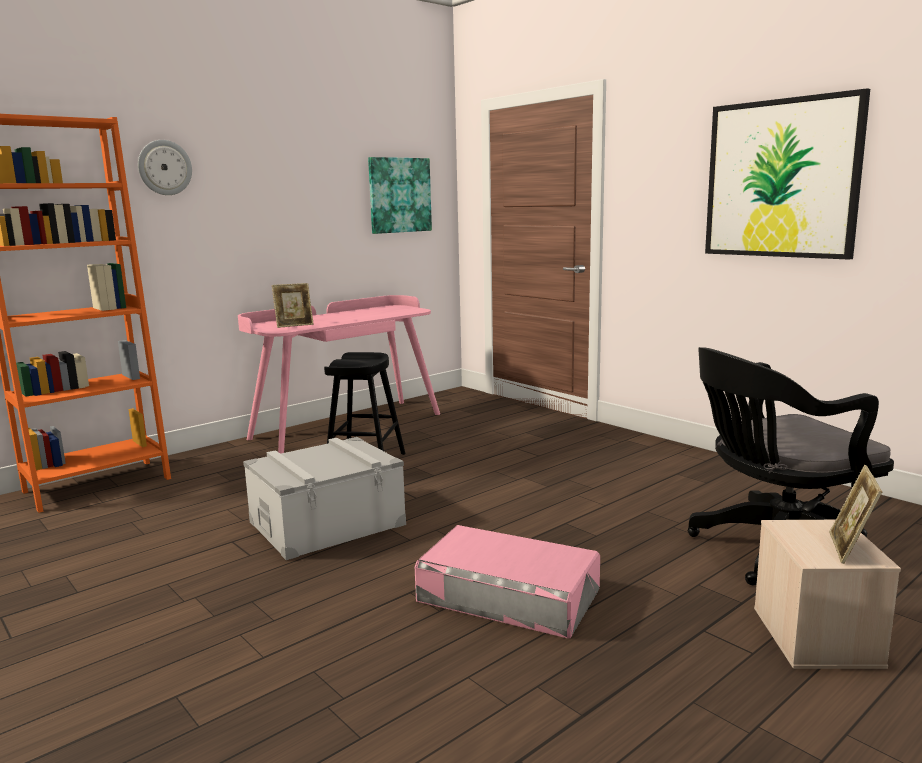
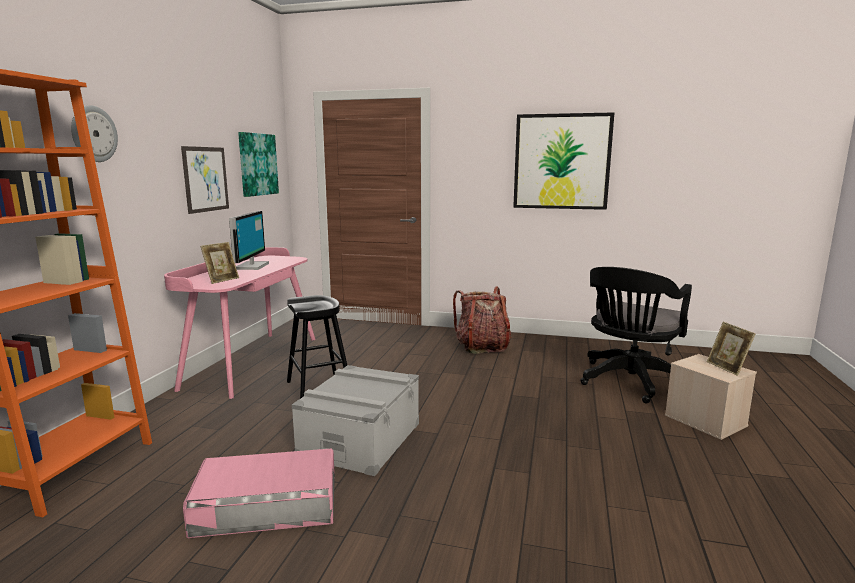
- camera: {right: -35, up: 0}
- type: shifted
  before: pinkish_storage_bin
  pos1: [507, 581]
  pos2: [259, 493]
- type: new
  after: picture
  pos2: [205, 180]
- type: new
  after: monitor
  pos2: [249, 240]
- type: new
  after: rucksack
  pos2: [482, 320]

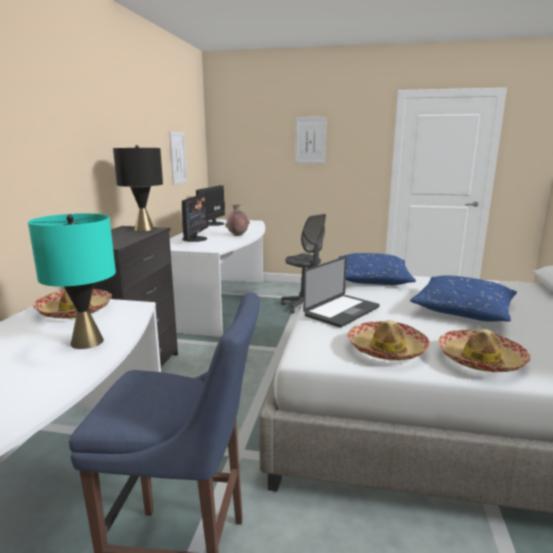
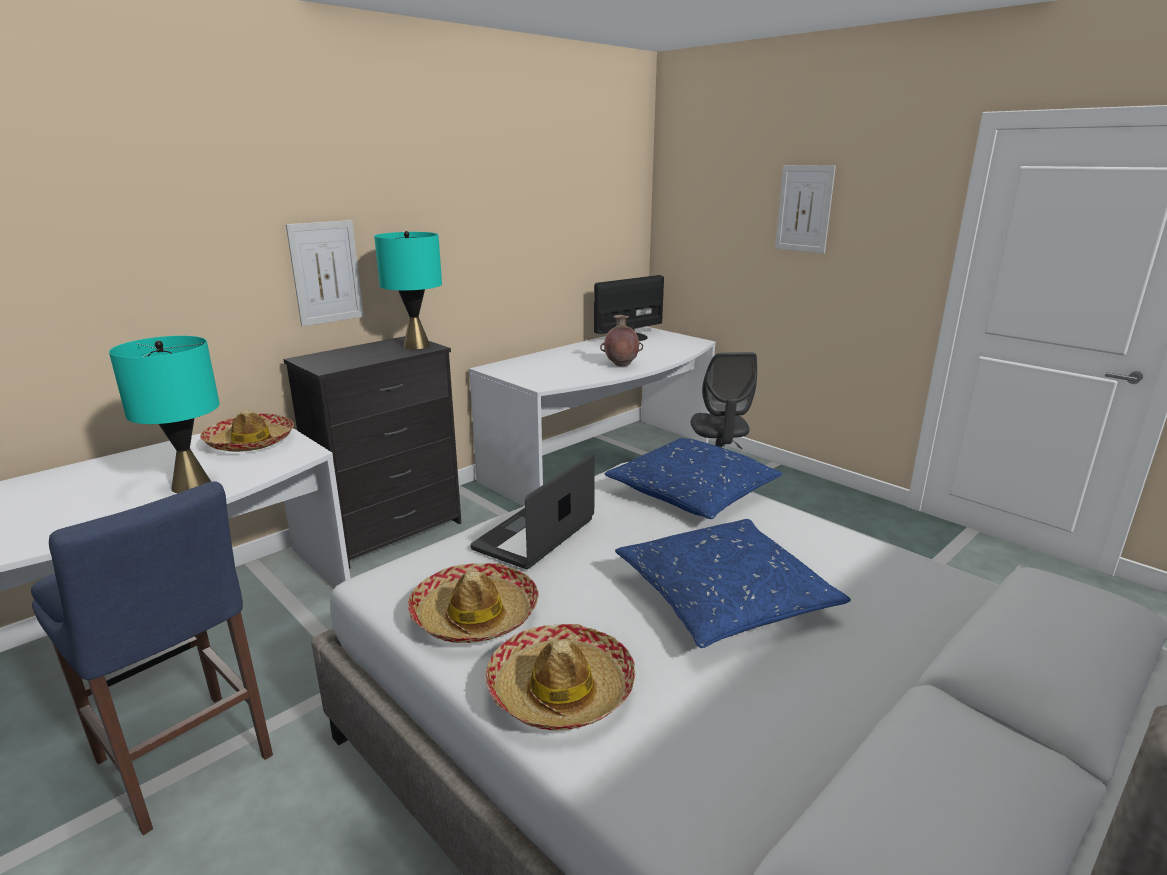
- camera: {right: 35, up: 5}
- type: repainted
  before: black-coloured_table_lamp
  after: turquoise_table_lamp
  pos1: [138, 188]
  pos2: [408, 290]
- type: shifted
  before: picture
  pos1: [178, 158]
  pos2: [325, 273]
- type: gone
  before: monitor
  pos1: [195, 217]
- type: rotated
  before: laptop
  pos1: [341, 292]
  pos2: [533, 511]
  turn: 135

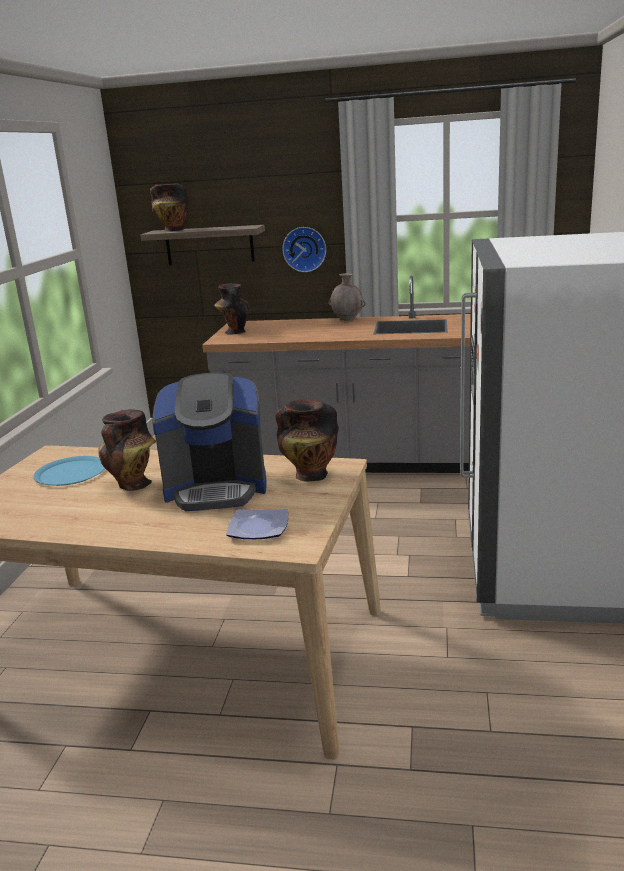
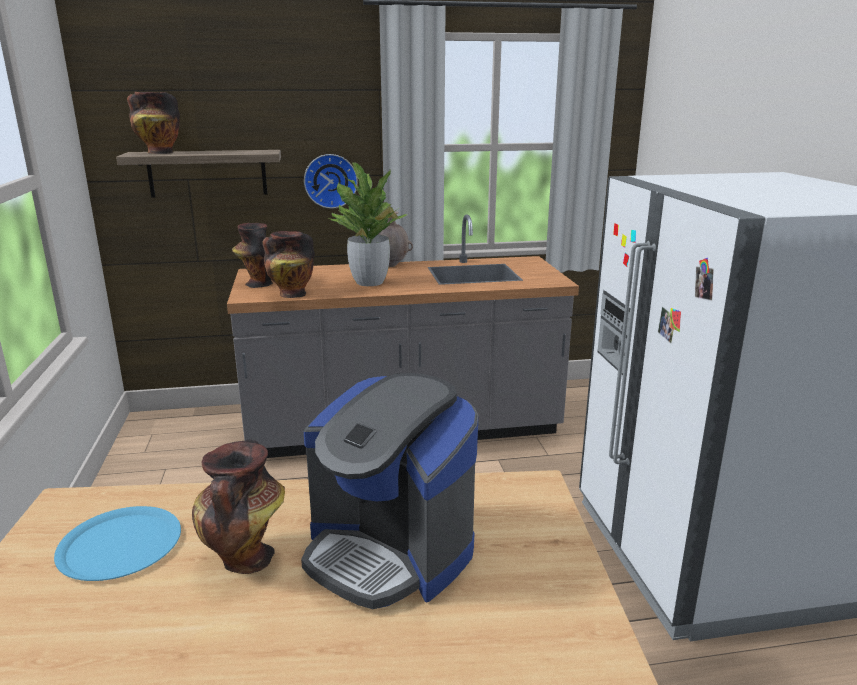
- camera: {right: -20, up: 0}
- type: rotated
  before: coffee_machine
  pos1: [209, 441]
  pos2: [389, 491]
  turn: 60
- type: gone
  before: dinner_plate
  pos1: [257, 524]
- type: shifted
  before: vase
  pos1: [307, 440]
  pos2: [288, 264]
- type: new
  after: potted_plant
  pos2: [366, 224]

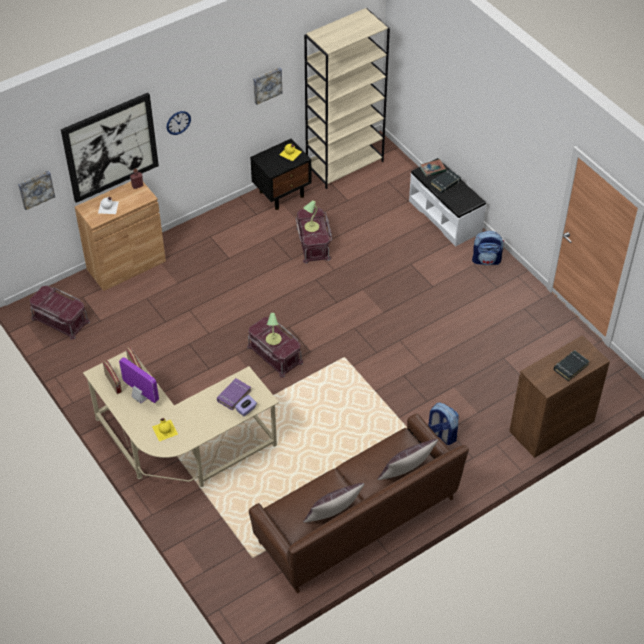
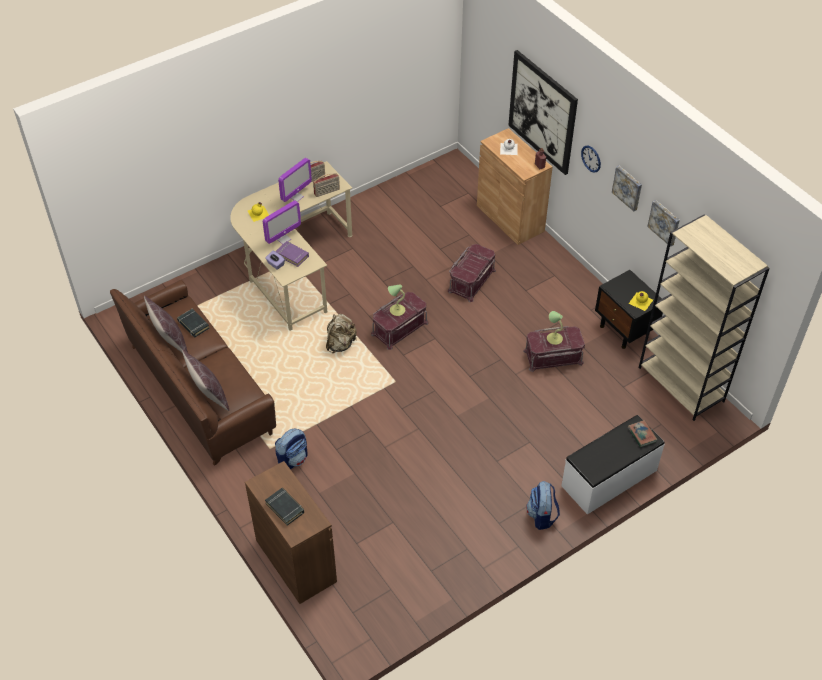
- camera: {right: 90, up: 0}
- type: shifted
  before: picture
  pos1: [36, 190]
  pos2: [627, 188]
- type: shifted
  before: red_storage_bin
  pos1: [59, 313]
  pos2: [472, 273]
- type: shifted
  before: black-coloured_volume
  pos1: [445, 181]
  pos2: [193, 323]
- type: new
  after: monitor
  pos2: [282, 222]
- type: new
  after: sand-coloured_rucksack
  pos2: [341, 333]

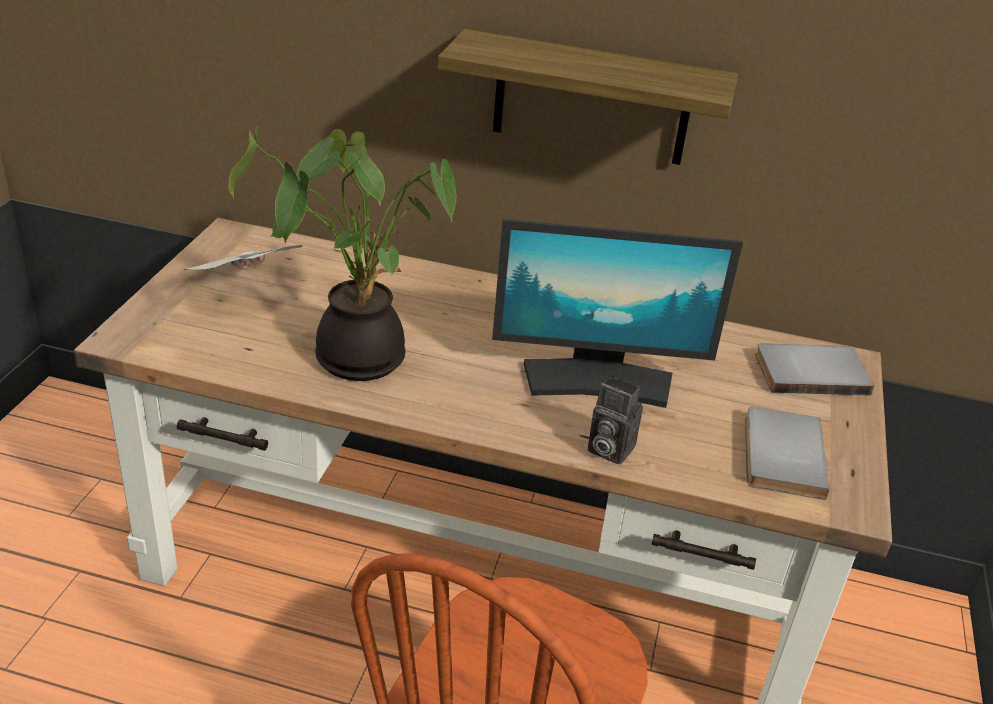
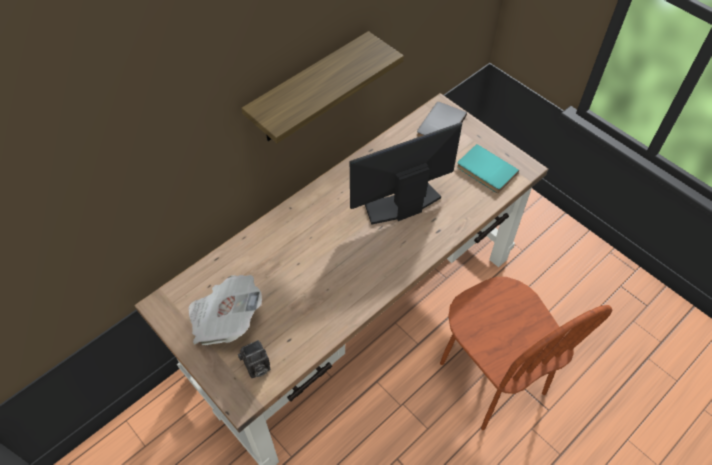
- camera: {right: -55, up: 20}
- type: gone
  before: potted_plant
  pos1: [342, 253]
- type: rotated
  before: monitor
  pos1: [617, 313]
  pos2: [406, 173]
  turn: -150
- type: shifted
  before: still_camera
  pos1: [615, 420]
  pos2: [254, 359]
- type: repainted
  before: grey_volume
  after: turquoise_volume
  pos1: [787, 453]
  pos2: [488, 168]

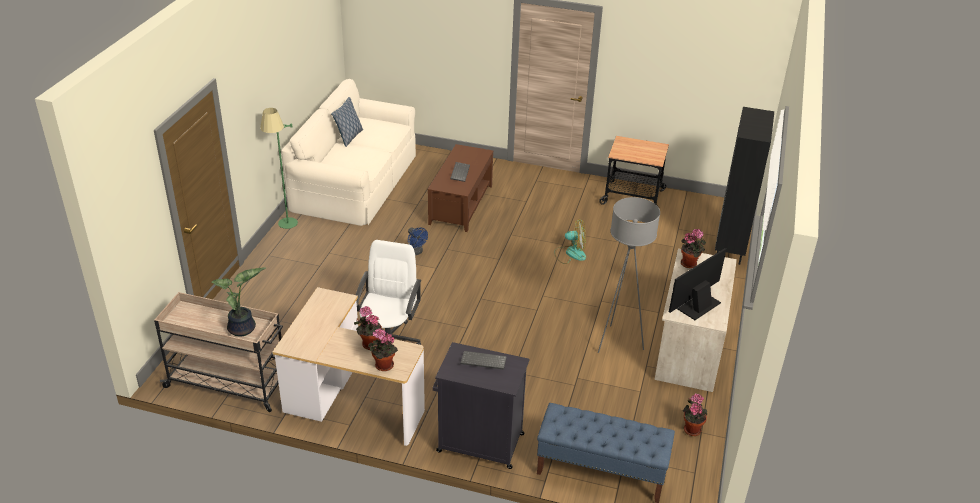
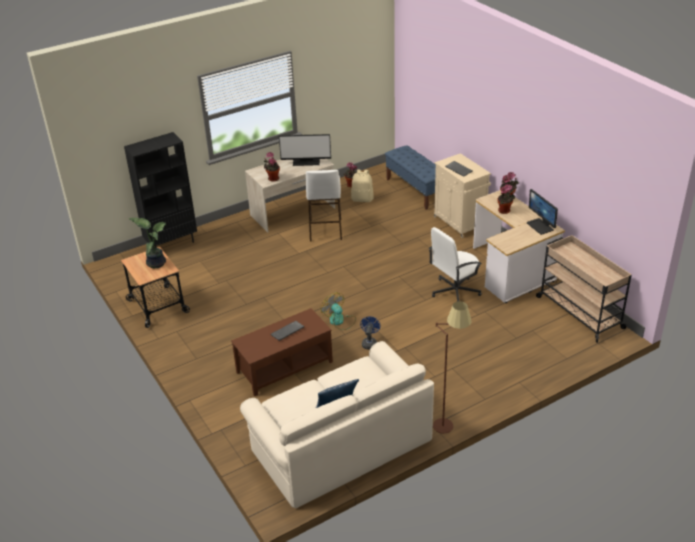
- camera: {right: -135, up: 0}
- type: shifted
  before: potted_plant
  pos1: [238, 302]
  pos2: [147, 243]
- type: repainted
  before: green-coloured_floor_lamp
  after: brown-coloured_floor_lamp
  pos1: [279, 168]
  pos2: [452, 367]
- type: repainted
  before: black-coloured_cupboard
  after: sand-coloured_cupboard
  pos1: [481, 405]
  pos2: [462, 195]
- type: shifted
  before: cooling_fan
  pos1: [570, 241]
  pos2: [338, 311]
- type: swapped
  before: grey_floor_lamp
  after: white_stool
  pos1: [629, 275]
  pos2: [324, 205]
- type: new
  after: sand-coloured_rucksack
  pos2: [362, 185]
- type: new
  after: monitor
  pos2: [542, 212]

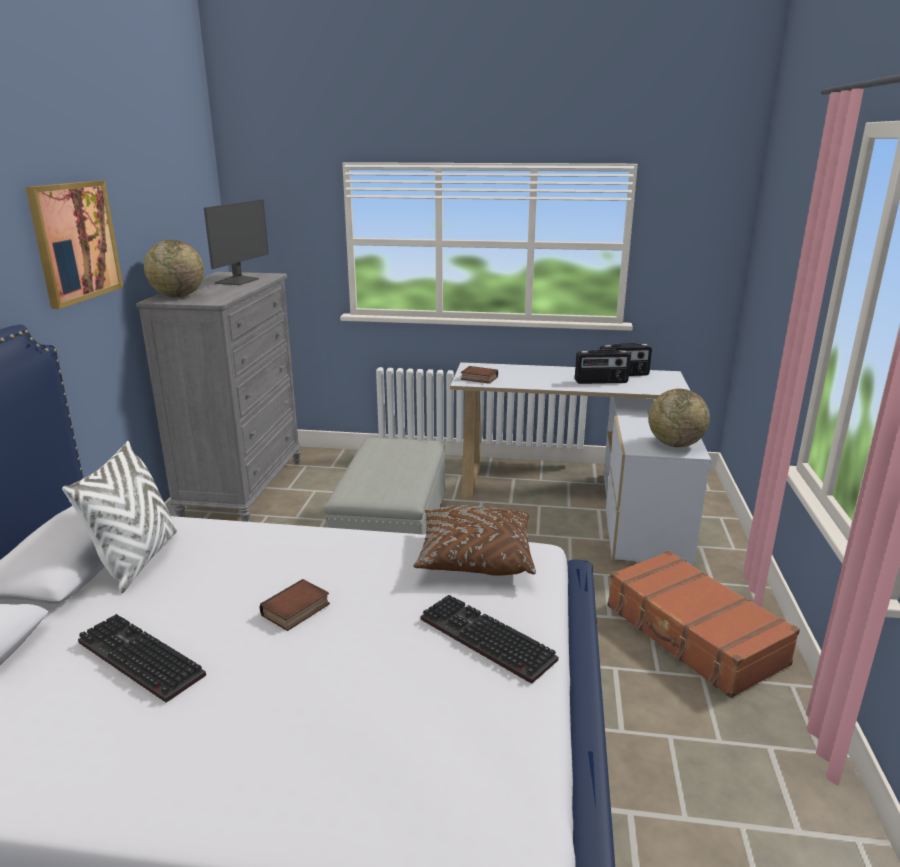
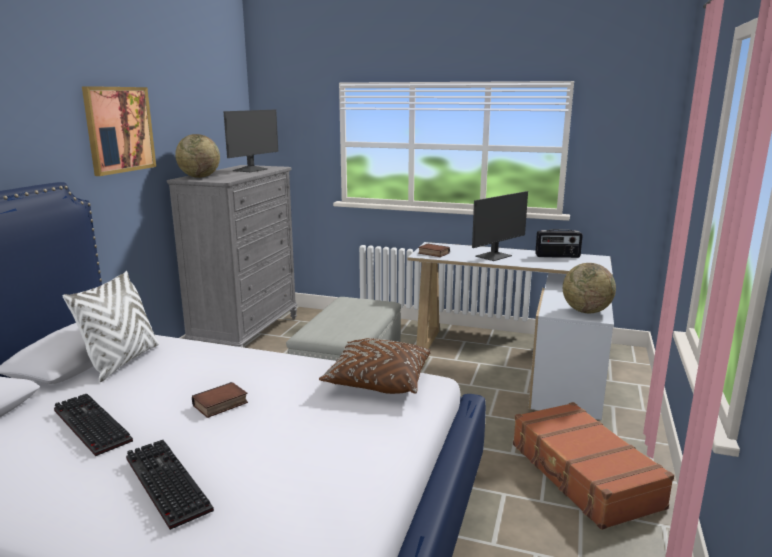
- camera: {right: 10, up: -5}
- type: shifted
  before: computer_keyboard
  pos1: [489, 639]
  pos2: [170, 485]
- type: gone
  before: radio_receiver
  pos1: [603, 366]
- type: new
  after: monitor
  pos2: [500, 226]

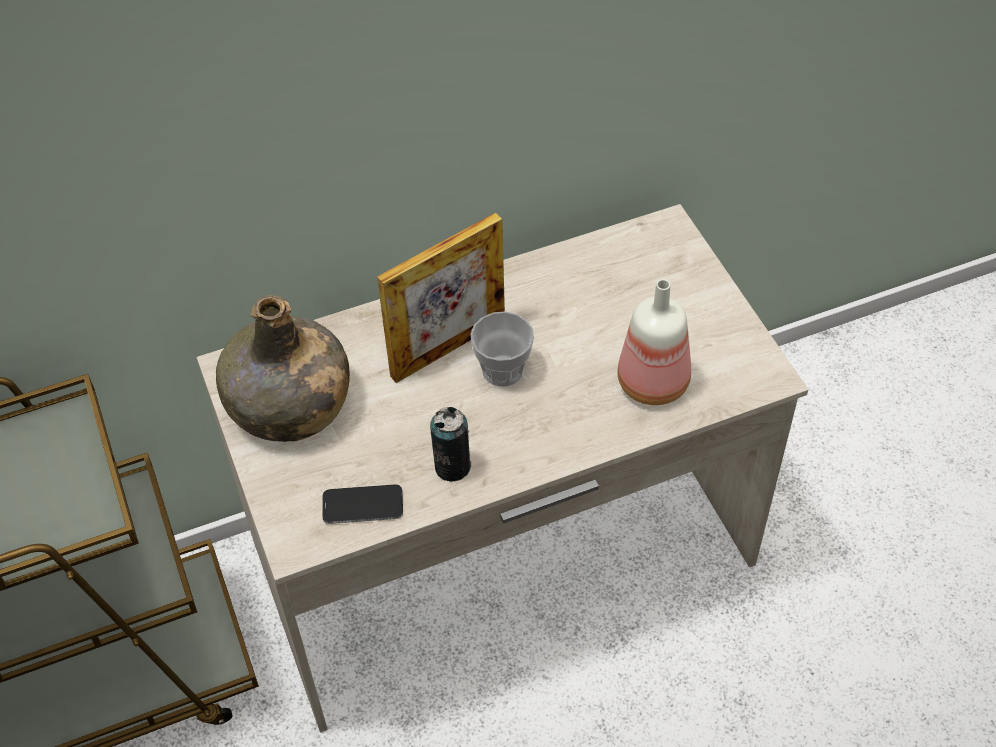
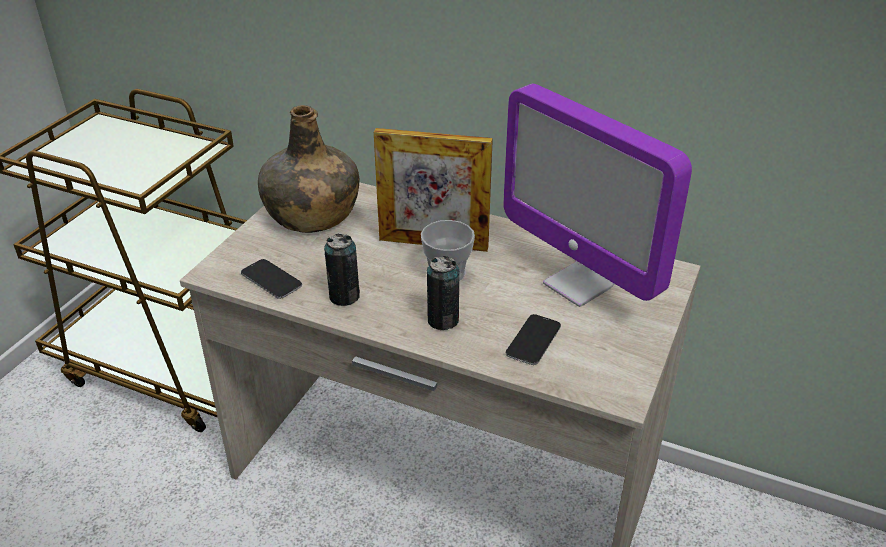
- camera: {right: 45, up: -15}
- type: swapped
  before: beverage_bottle
  after: phone
  pos1: [654, 342]
  pos2: [533, 339]
- type: new
  after: sealed_can
  pos2: [443, 293]
- type: new
  after: monitor
  pos2: [598, 195]

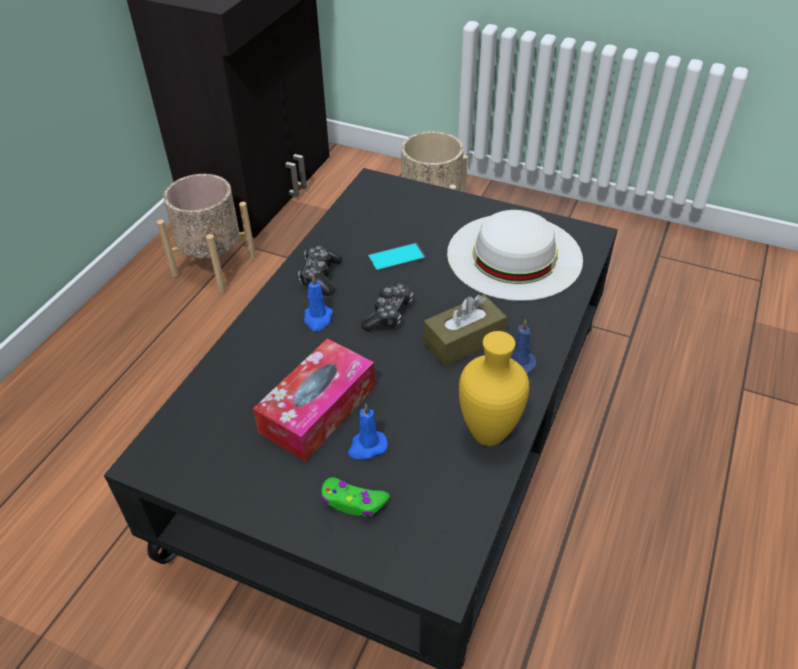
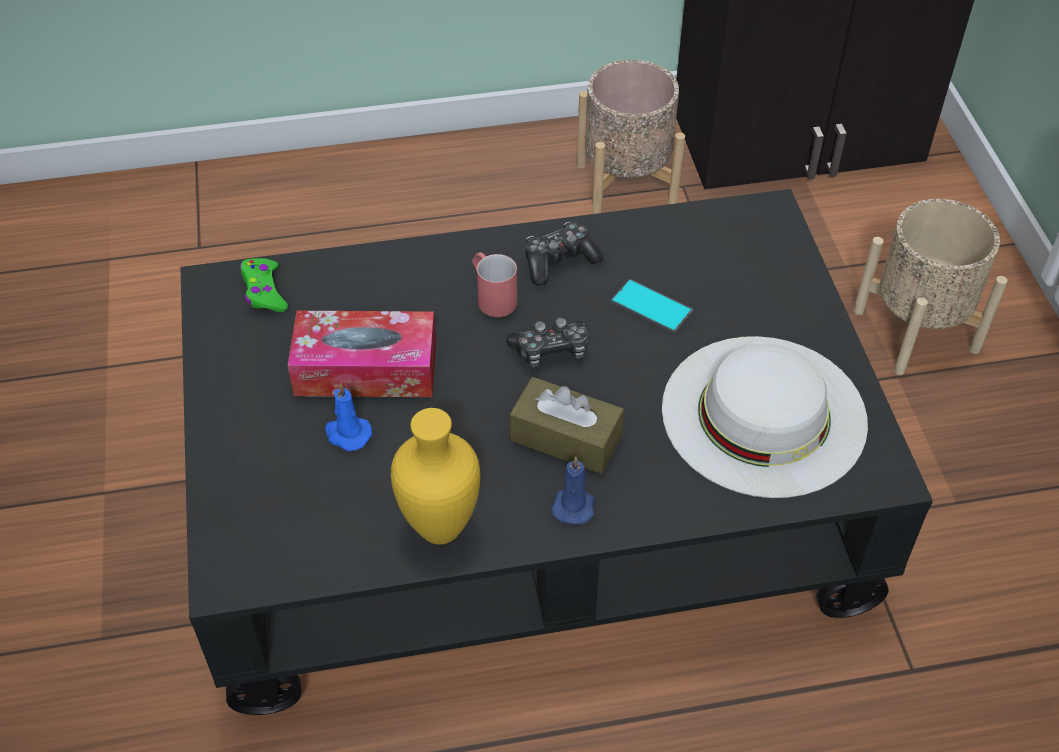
- camera: {right: 55, up: 5}
- type: swapped
  before: blue_wax_candle
  after: red_mug
  pos1: [318, 303]
  pos2: [494, 284]
- type: shifted
  before: green-coloured_game_controller
  pos1: [355, 497]
  pos2: [264, 285]

